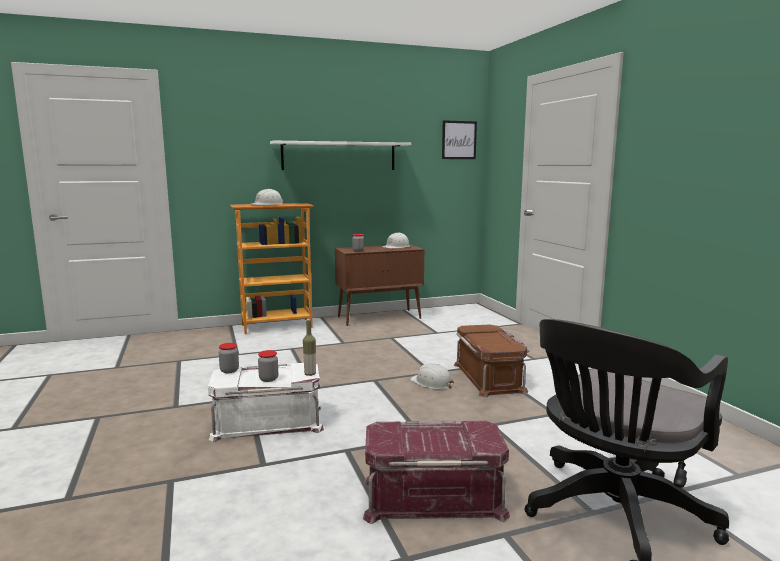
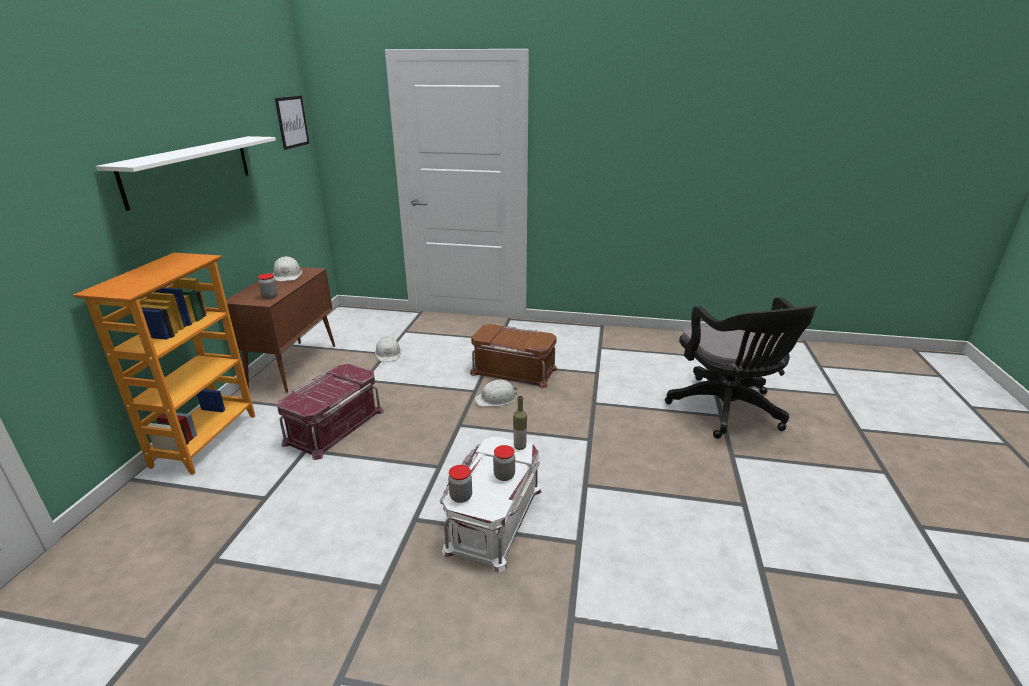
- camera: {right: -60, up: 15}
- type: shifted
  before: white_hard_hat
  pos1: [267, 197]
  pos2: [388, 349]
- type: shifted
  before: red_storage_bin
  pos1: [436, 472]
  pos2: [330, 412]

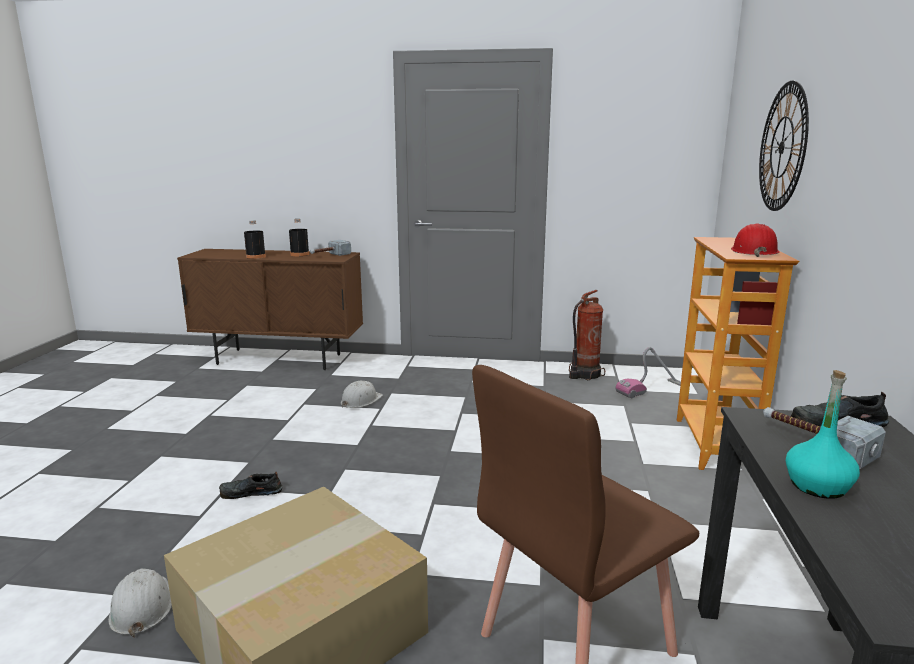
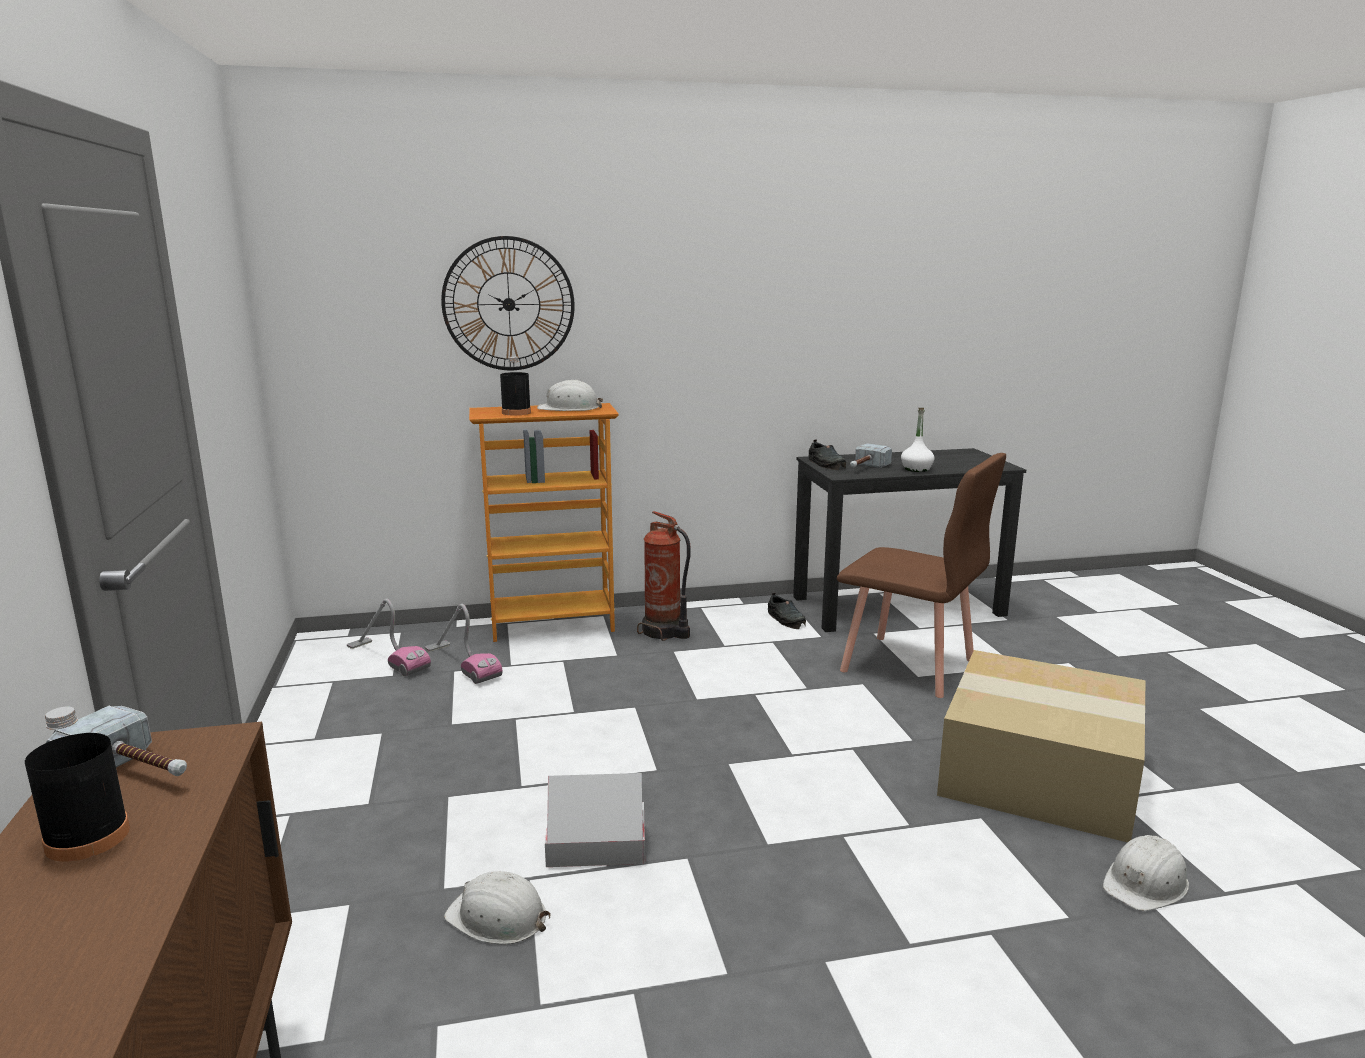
- camera: {right: -110, up: 0}
- type: shifted
  before: black-coloured_item_of_footwear
  pos1: [250, 485]
  pos2: [787, 610]
- type: shifted
  before: black-coloured_beverage_bottle
  pos1: [255, 239]
  pos2: [515, 386]
- type: shifted
  before: extinguisher
  pos1: [587, 335]
  pos2: [664, 576]
- type: repainted
  before: red_hard_hat
  after: white_hard_hat
  pos1: [755, 240]
  pos2: [570, 395]
- type: repainted
  before: turquoise_beverage_bottle
  after: white_beverage_bottle
  pos1: [823, 434]
  pos2: [918, 440]
- type: new
  after: vacuum
  pos2: [463, 644]
- type: new
  after: carton
  pos2: [595, 820]

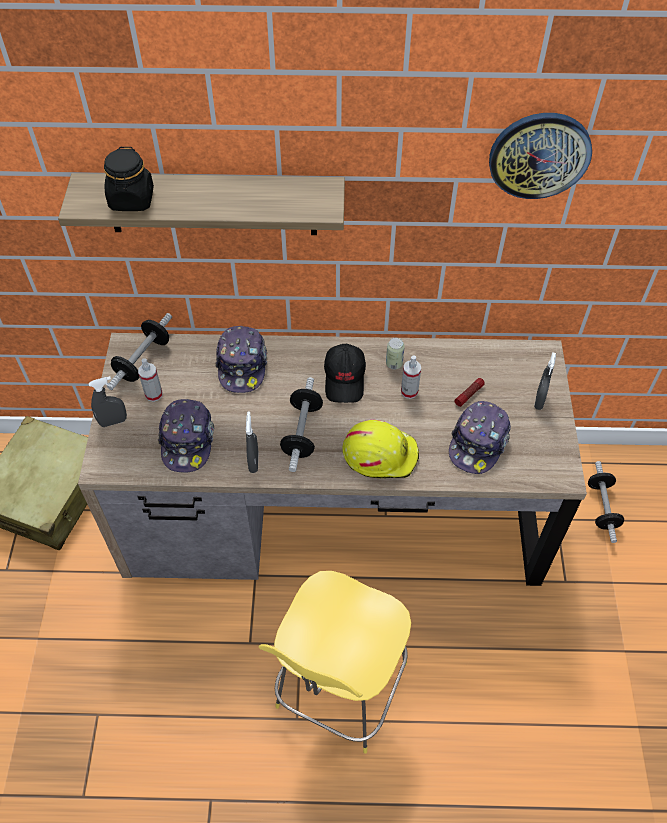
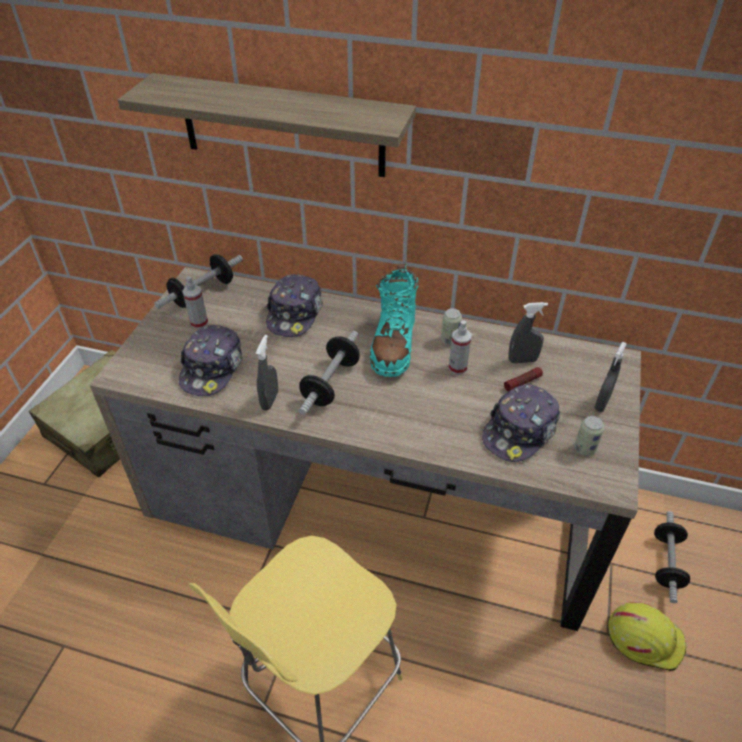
- camera: {right: 15, up: -10}
- type: shifted
  before: grey_sprayer
  pos1: [108, 401]
  pos2: [528, 332]
- type: gone
  before: black-coloured_storage_jar
  pos1: [129, 179]
- type: swapped
  before: black-coloured_peaked_cap
  after: turquoise_tall_boot
  pos1: [345, 373]
  pos2: [394, 320]
- type: shifted
  before: yellow_hard_hat
  pos1: [381, 449]
  pos2: [647, 636]
- type: gone
  before: clock_on_the_wall
  pos1: [540, 156]
- type: new
  after: sealed_can
  pos2: [589, 436]

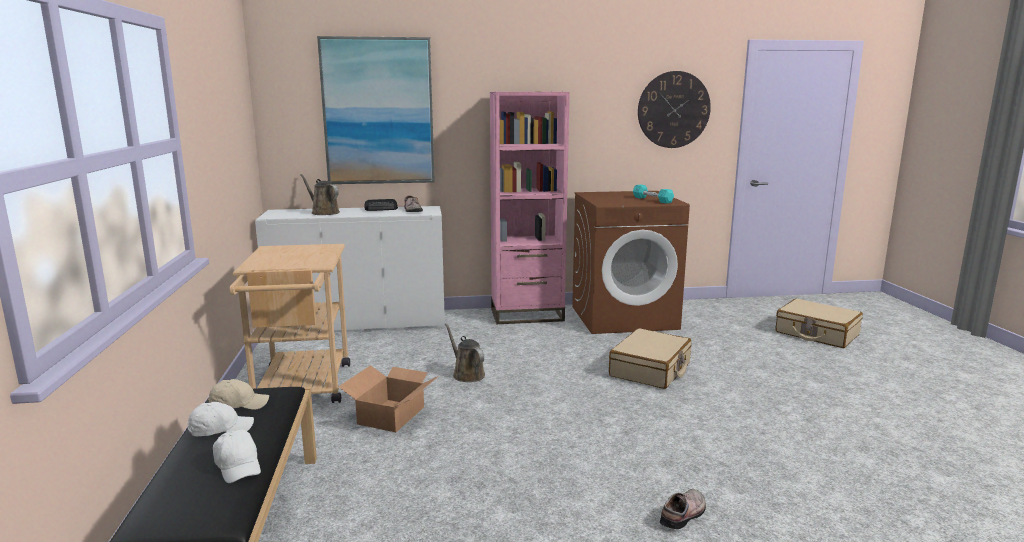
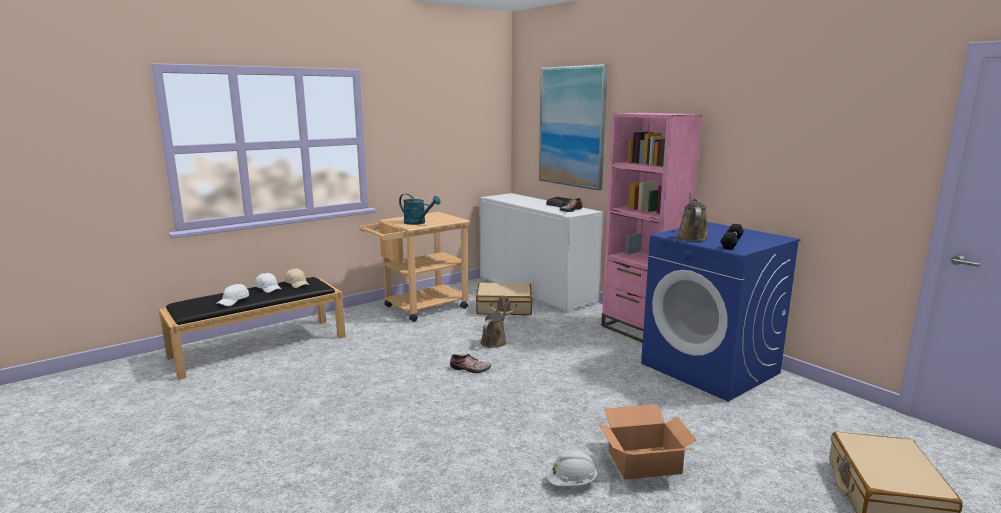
- camera: {right: 60, up: 0}
- type: shifted
  before: brown-coloured_watering_pot
  pos1: [320, 194]
  pos2: [692, 216]
- type: shifted
  before: carton
  pos1: [389, 398]
  pos2: [648, 442]
- type: repainted
  before: brown-coloured_laundry_machine
  after: blue_laundry_machine
  pos1: [631, 262]
  pos2: [721, 312]
- type: shifted
  before: sand-coloured_piece_of_luggage
  pos1: [650, 358]
  pos2: [504, 299]
- type: repainted
  before: turquoise_free_weight
  after: black-coloured_free_weight
  pos1: [653, 194]
  pos2: [732, 237]
- type: gone
  before: clock_on_the_wall
  pos1: [674, 109]
- type: shifted
  before: item_of_footwear
  pos1: [683, 509]
  pos2: [470, 363]
- type: new
  after: turquoise_watering_pot
  pos2: [420, 209]
- type: new
  after: white_hard_hat
  pos2: [571, 467]

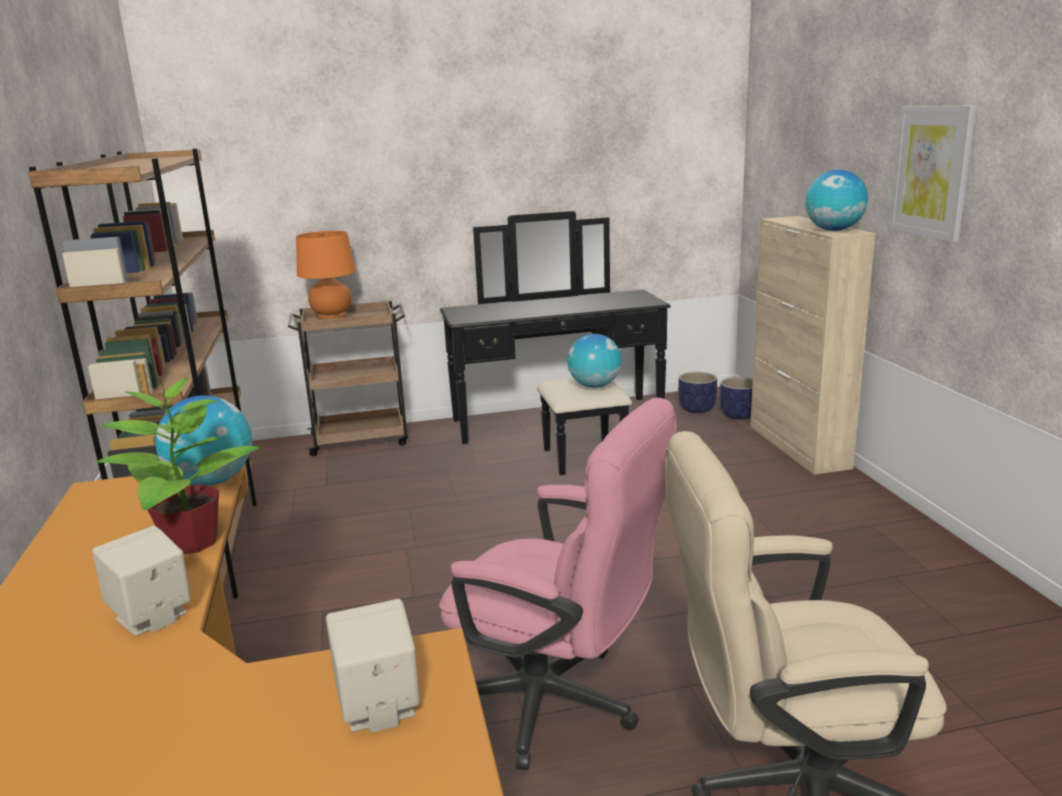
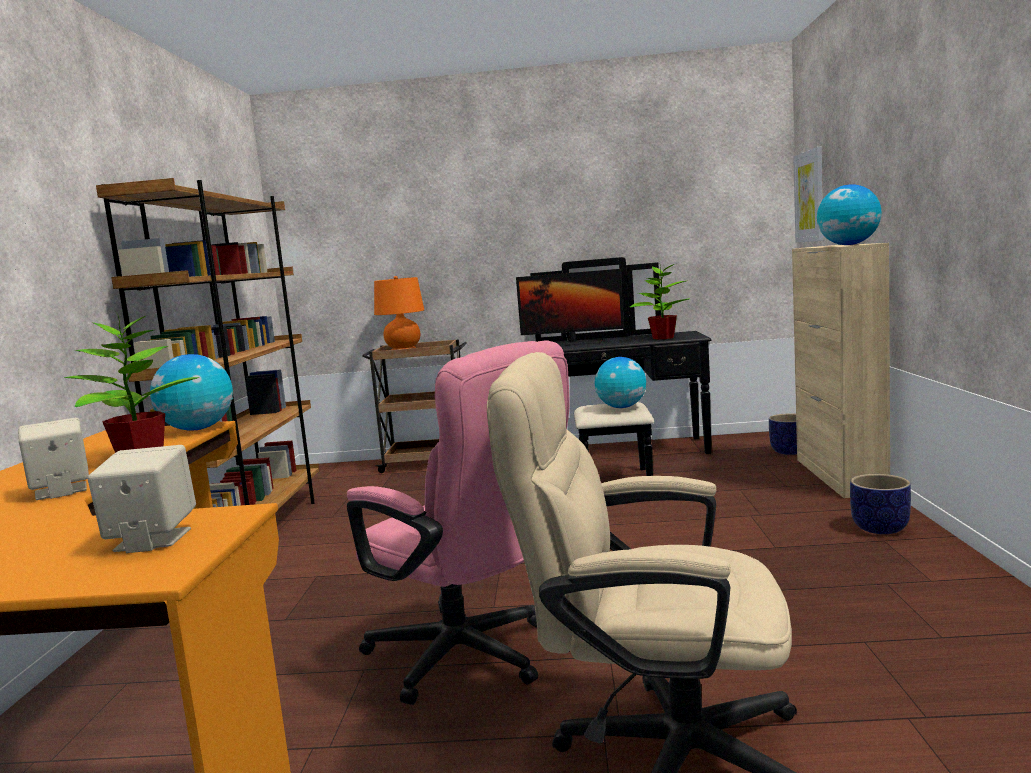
- camera: {right: 15, up: -10}
- type: shifted
  before: plant_pot
  pos1: [697, 392]
  pos2: [880, 504]
- type: shifted
  before: picture
  pos1: [932, 173]
  pos2: [808, 194]
- type: new
  after: monitor
  pos2: [570, 307]
- type: new
  after: potted_plant
  pos2: [659, 301]

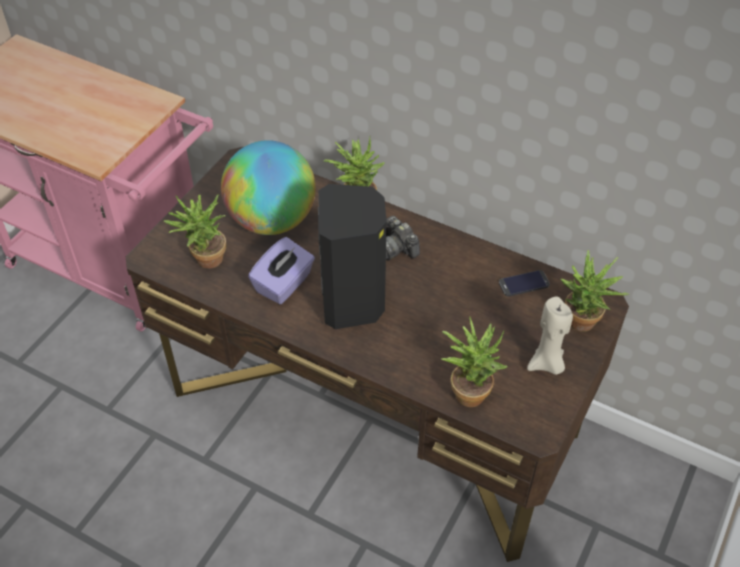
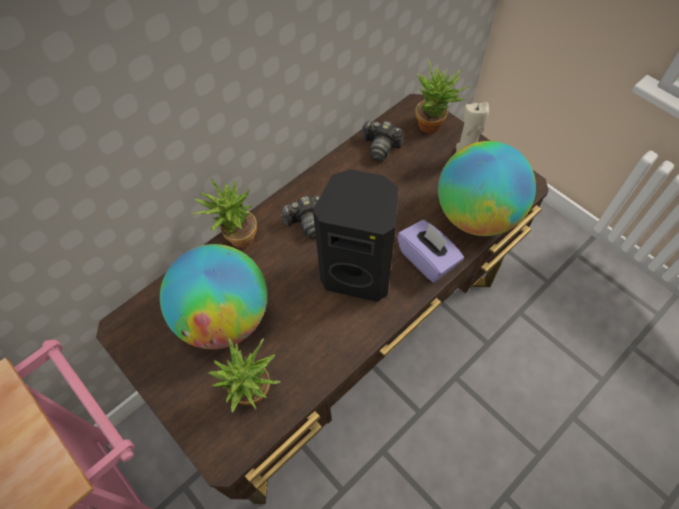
- camera: {right: -70, up: 10}
- type: shifted
  before: purple_tissue_box
  pos1: [281, 270]
  pos2: [430, 251]
- type: swapped
  before: potted_plant
  after: desk_globe
  pos1: [474, 361]
  pos2: [487, 188]
- type: swapped
  before: phone
  after: still_camera
  pos1: [524, 283]
  pos2: [382, 141]

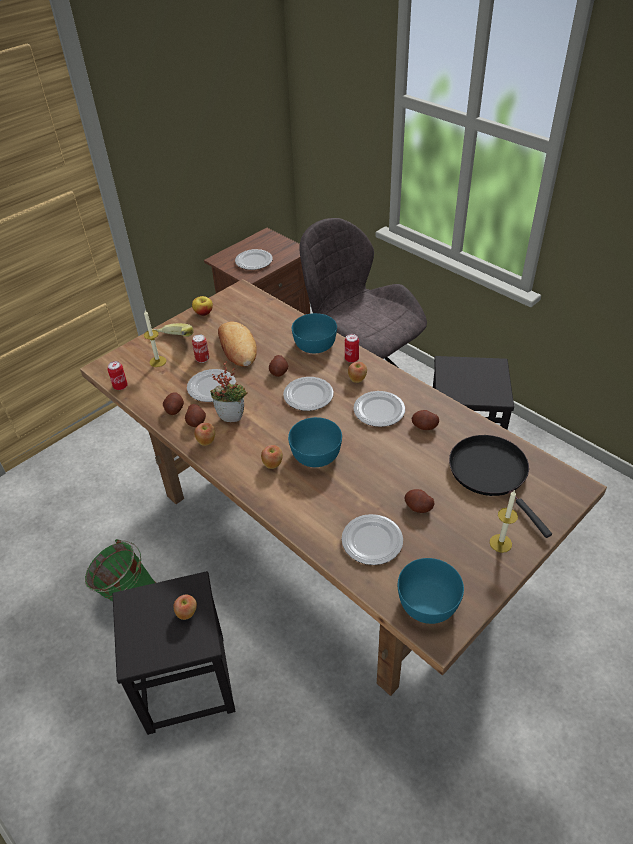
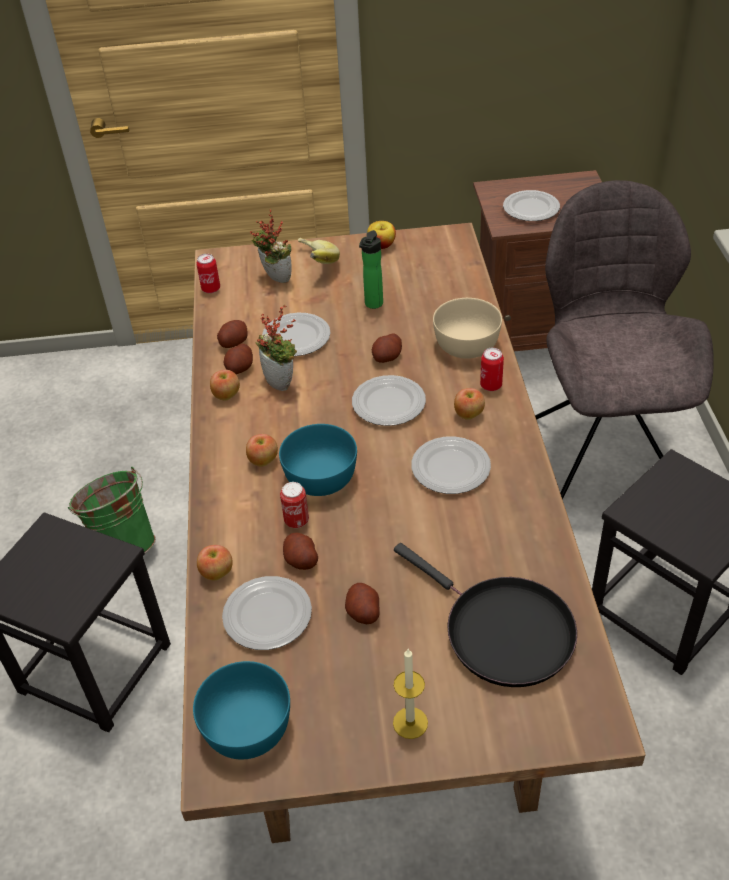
- camera: {right: 40, up: 0}
- type: swapped
  before: wax_candle
  after: potted_plant
  pos1: [155, 338]
  pos2: [271, 246]
- type: shifted
  before: whole_apple
  pos1: [185, 607]
  pos2: [215, 562]
- type: shifted
  before: sealed_can
  pos1: [201, 348]
  pos2: [294, 505]
- type: swapped
  before: bakery_bread
  after: beverage_bottle
  pos1: [237, 344]
  pos2: [371, 269]
- type: repainted
  before: turquoise_deep_dish
  after: sand-coloured_deep_dish
  pos1: [314, 333]
  pos2: [467, 328]
- type: shifted
  before: spud
  pos1: [425, 420]
  pos2: [300, 551]
- type: rotated
  before: black-coloured_pan
  pos1: [500, 486]
  pos2: [485, 615]
  turn: 120

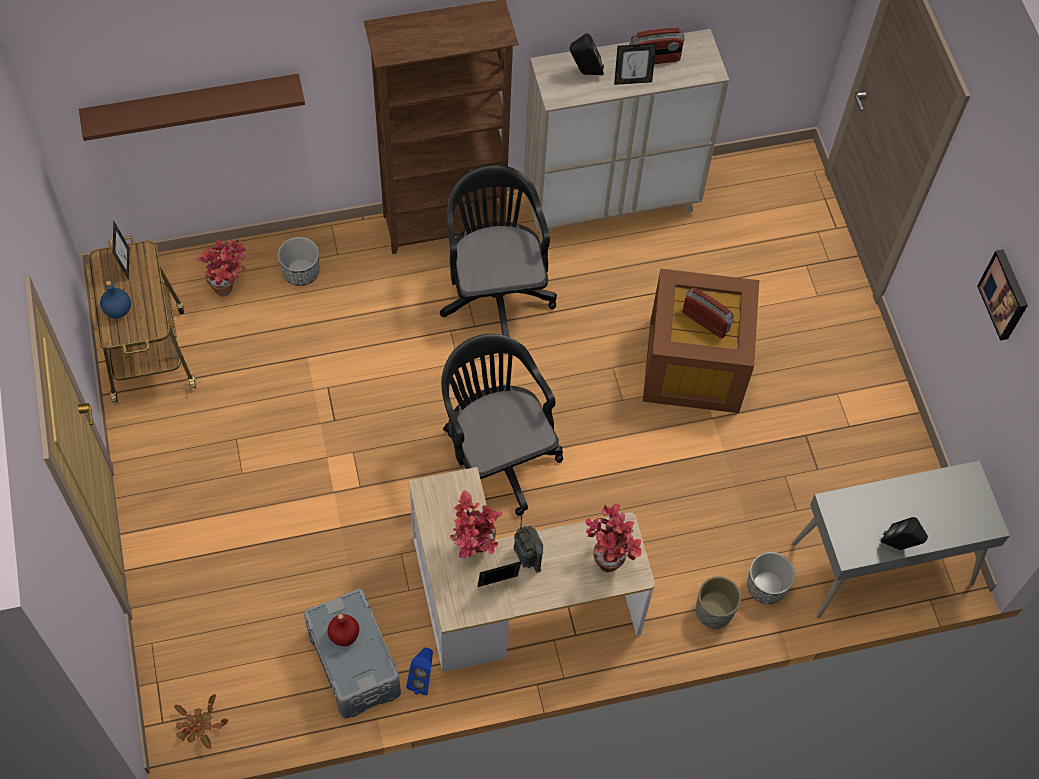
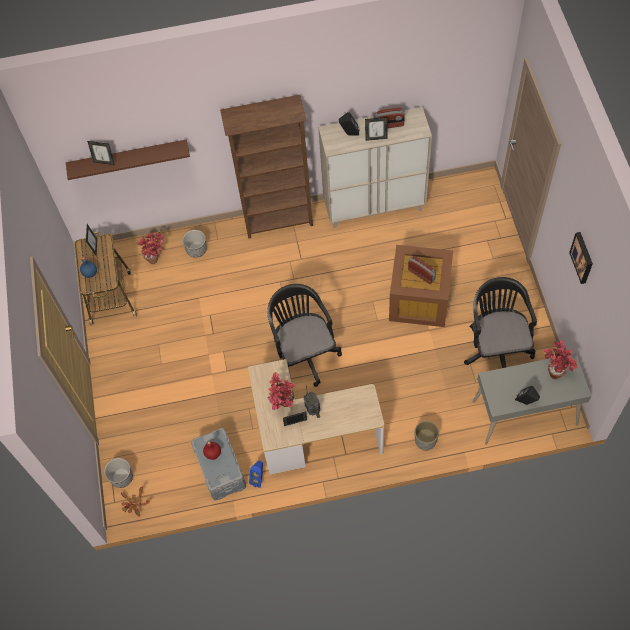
- camera: {right: 10, up: 0}
- type: shifted
  before: black-coloured_office_chair
  pos1: [498, 251]
  pos2: [500, 322]
- type: shifted
  before: potted_plant
  pos1: [613, 538]
  pos2: [560, 359]
- type: shifted
  before: plant_pot
  pos1: [771, 578]
  pos2: [118, 473]
- type: new
  after: standing_frame
  pos2: [101, 153]

